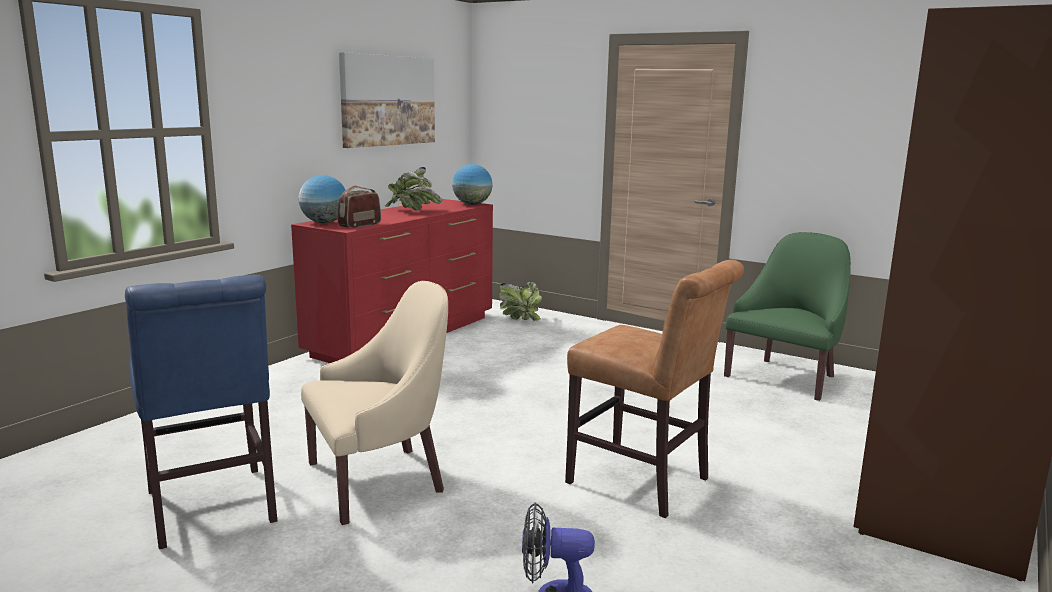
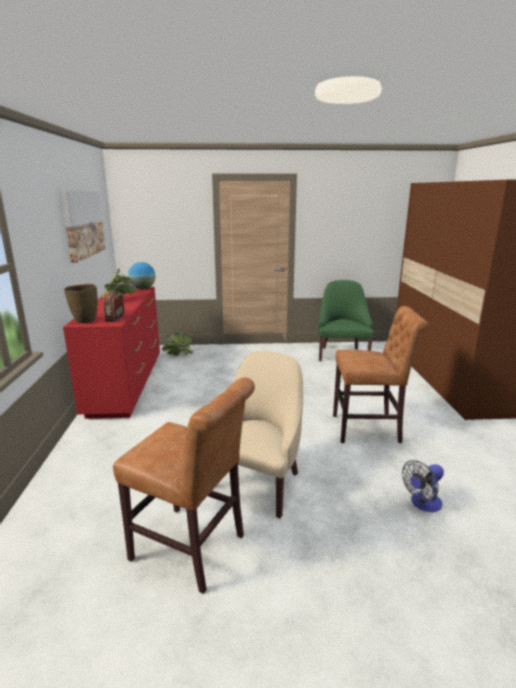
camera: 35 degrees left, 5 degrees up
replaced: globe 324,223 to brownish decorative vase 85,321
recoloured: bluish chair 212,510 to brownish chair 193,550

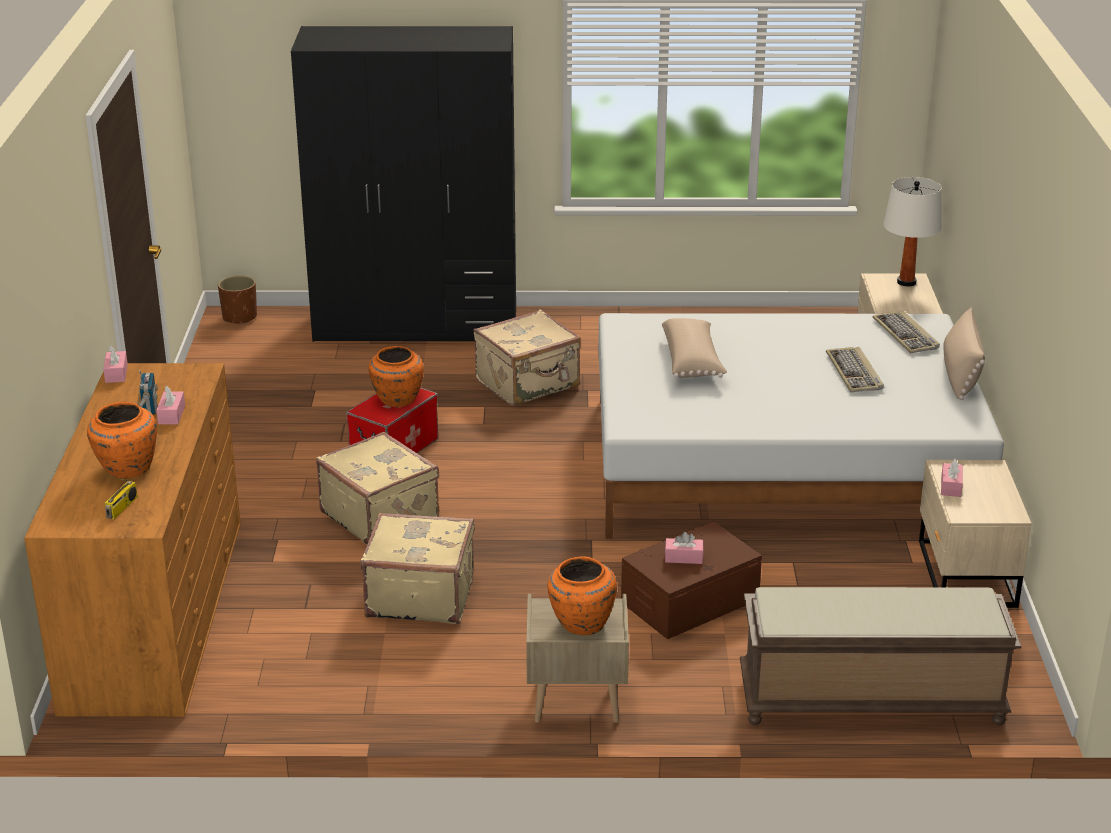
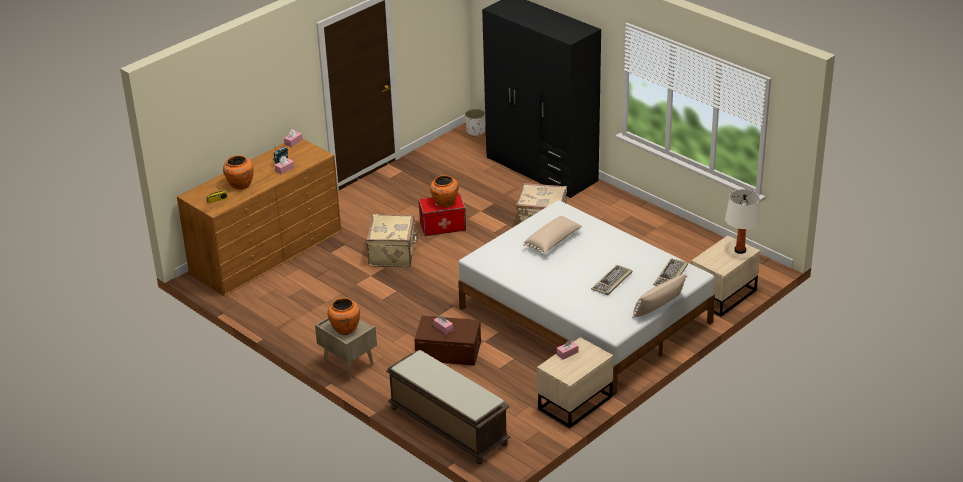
camera: 45 degrees right, 5 degrees up
removed: beige-coloured suitcase 420,596
recoloured: brownish plant pot 240,318 to white plant pot 475,132

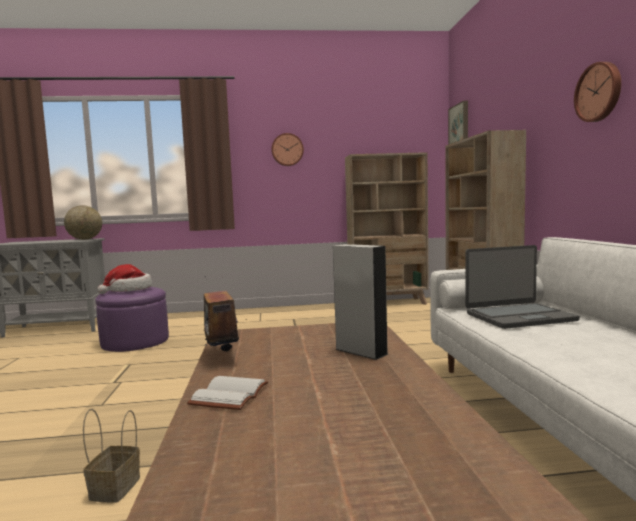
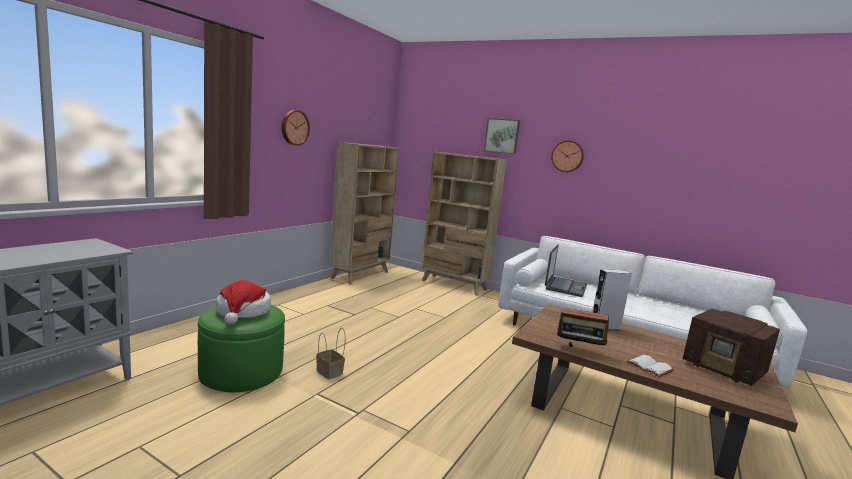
camera: 55 degrees left, 5 degrees up
removed: globe 85,239
added: radio set 725,370
moved: basket 115,489 to 330,372; wall picture 459,123 to 502,136
recoloured: purple pouffe 135,341 to greenish pouffe 241,372

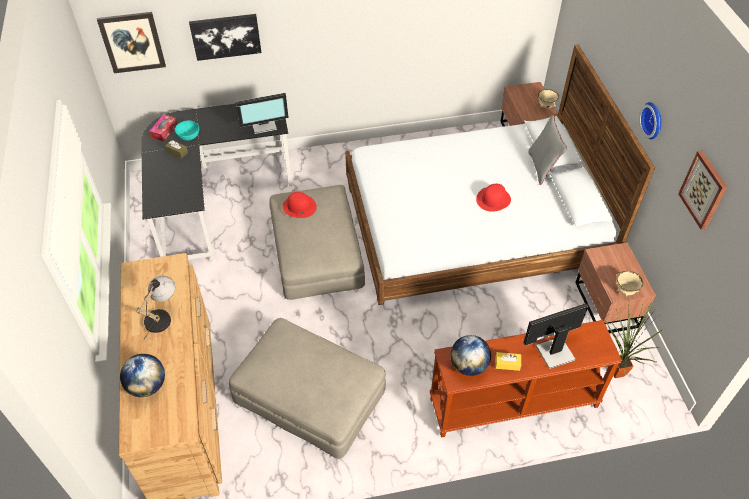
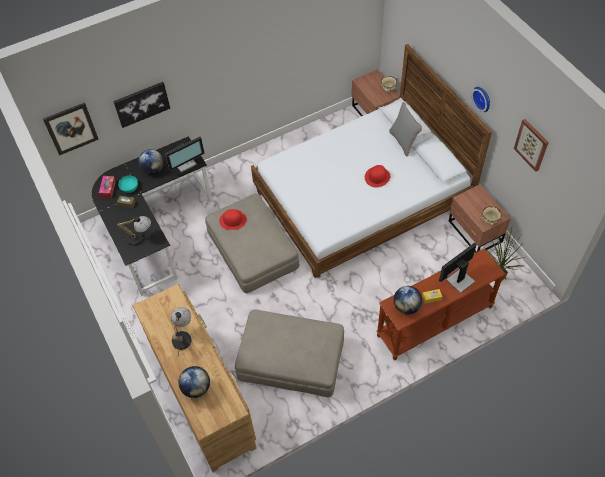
camera: 15 degrees left, 5 degrees up
added: lamp for a table 140,237; globe 153,169

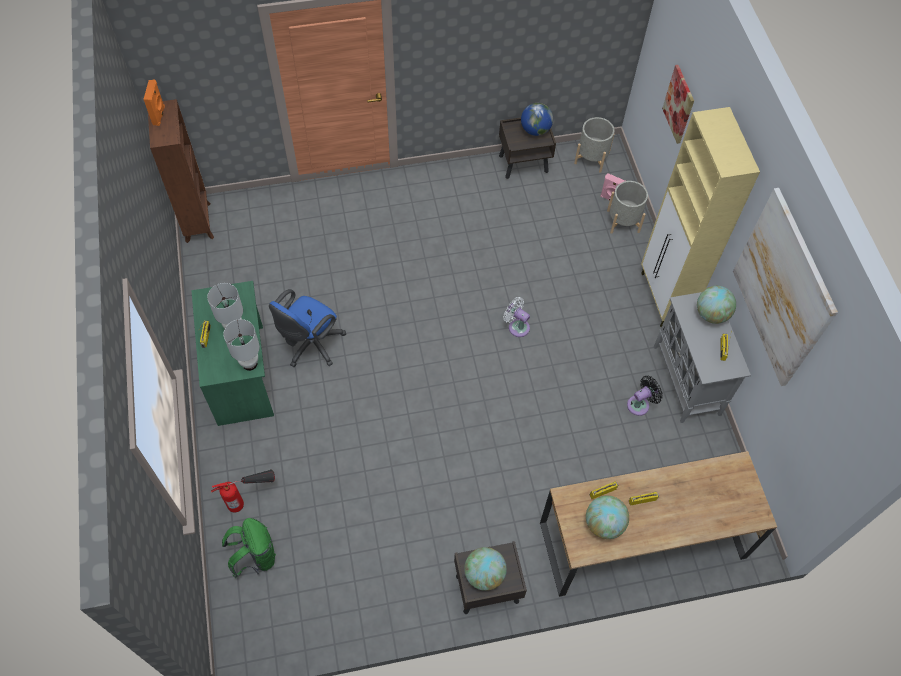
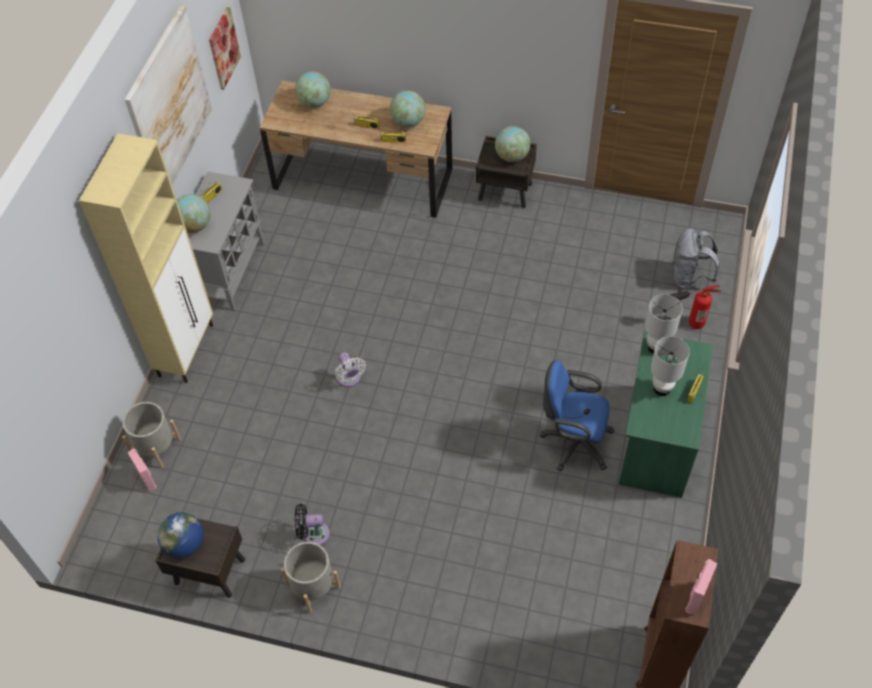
camera: 150 degrees left, 5 degrees down
added: globe 314,102
moved: wall picture 679,104 to 223,48; gray plant pot 592,158 to 313,586; black-coloured cooling fan 640,404 to 313,534
recoloured: greenish rucksack 255,556 to gray rucksack 689,277; orange-coloured loudspeaker 159,115 to pinkish loudspeaker 695,597
turned: bluish computer chair 310,345 = 573,442 135 degrees counterclockwise

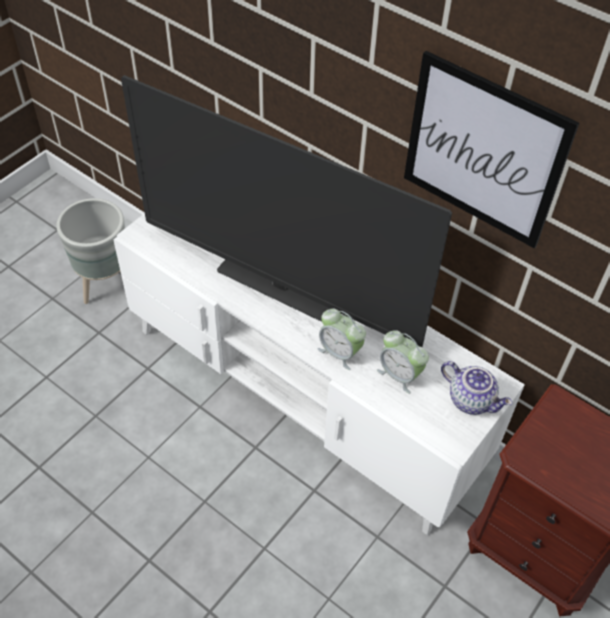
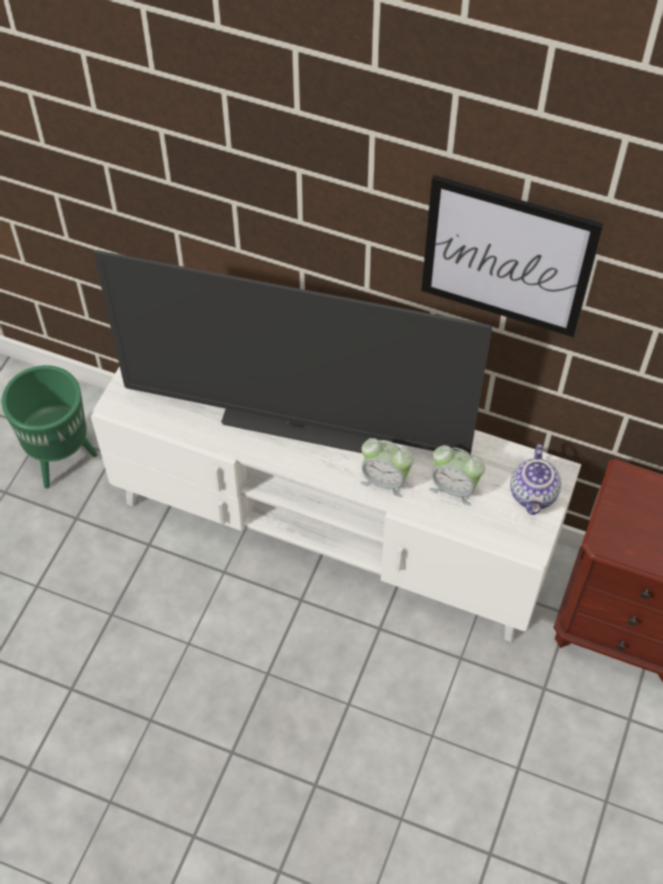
camera: 15 degrees left, 5 degrees up
recoloured: gray plant pot 106,284 to greenish plant pot 62,459
turned: pot for tea 472,399 = 534,494 75 degrees clockwise

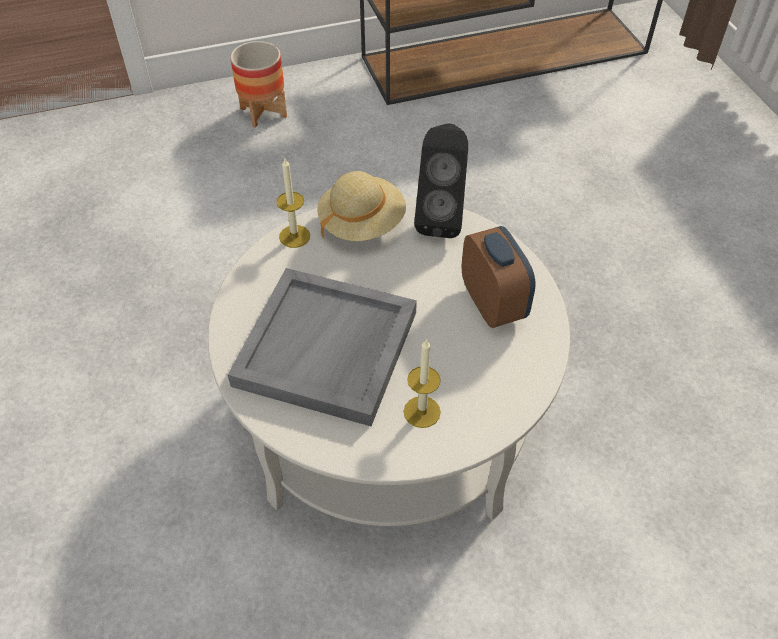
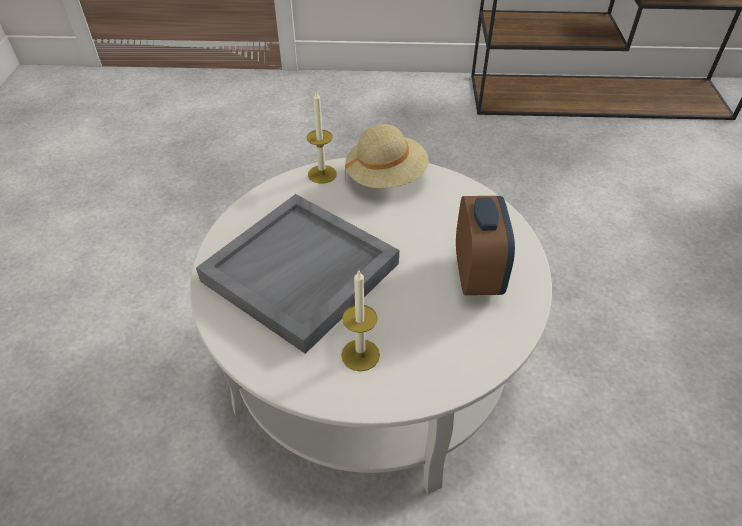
camera: 20 degrees right, 5 degrees down
removed: plant pot 263,112; black-coloured loudspeaker 440,218

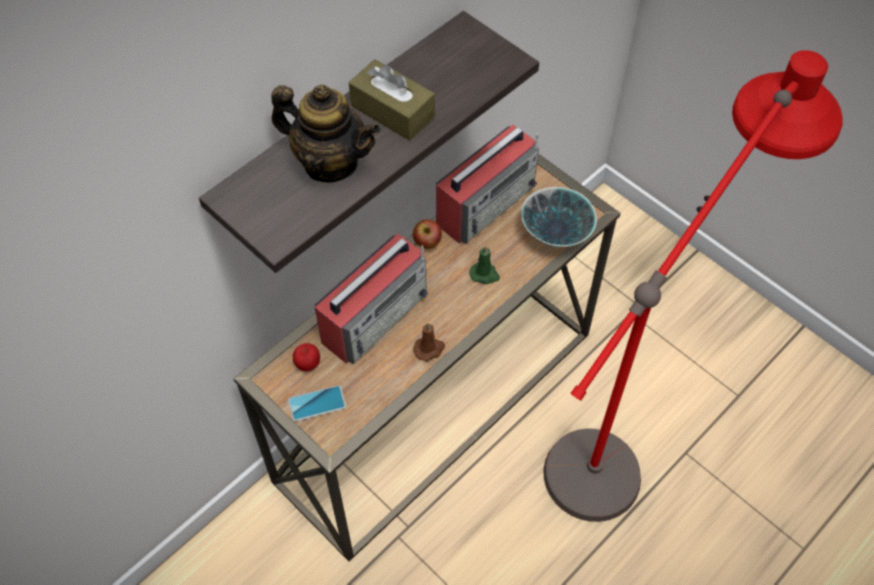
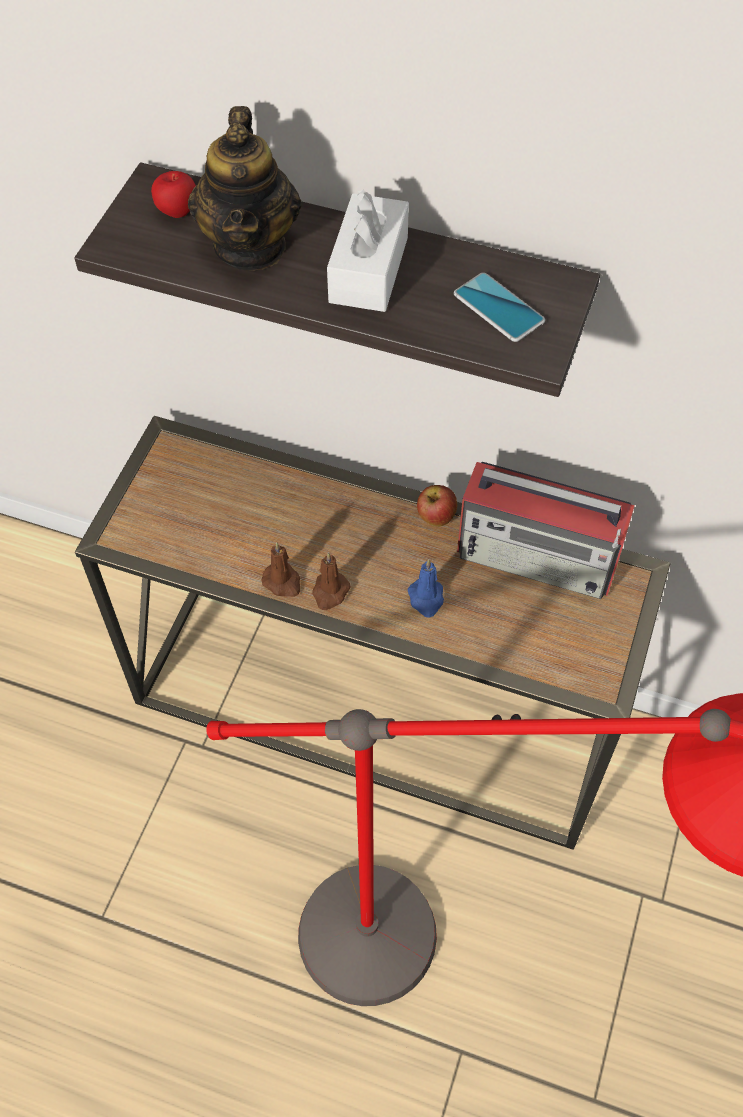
camera: 65 degrees right, 0 degrees up
removed: radio set 376,316; deep dish 555,235
added: brownish candle 330,592
moved: whole apple 308,364 to 177,212; handset 317,403 to 498,308
recoloured: brownish tissue box 392,111 to white tissue box 368,270; greenish candle 485,274 to bluish candle 426,599

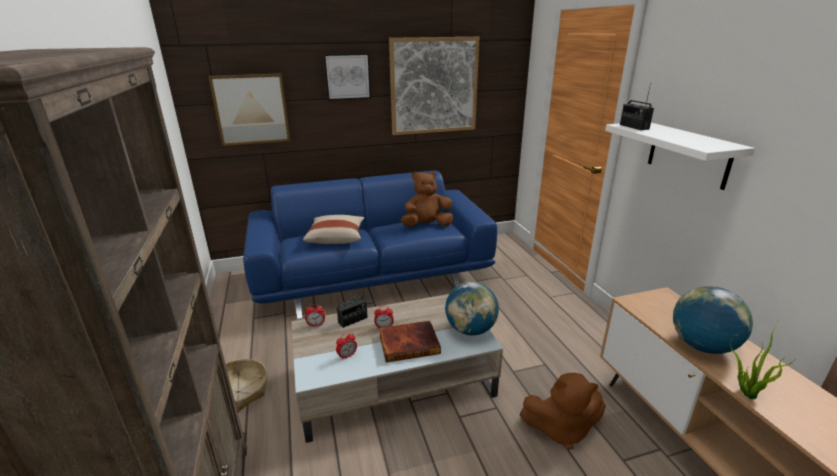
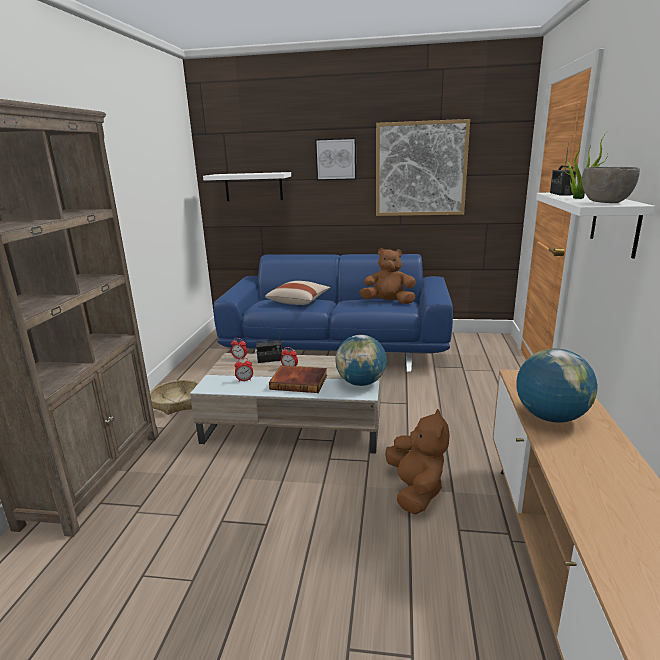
camera: 25 degrees right, 5 degrees down
added: gray deep dish 605,202
moved: potted plant 747,392 to 578,198
replaced: wall picture 251,109 to white shelf 253,187
turned: brownish cuddly toy 560,429 = 415,491 120 degrees counterclockwise

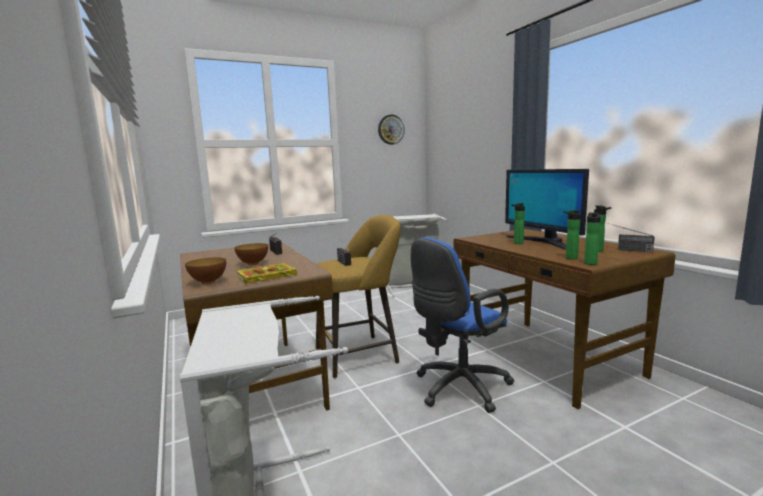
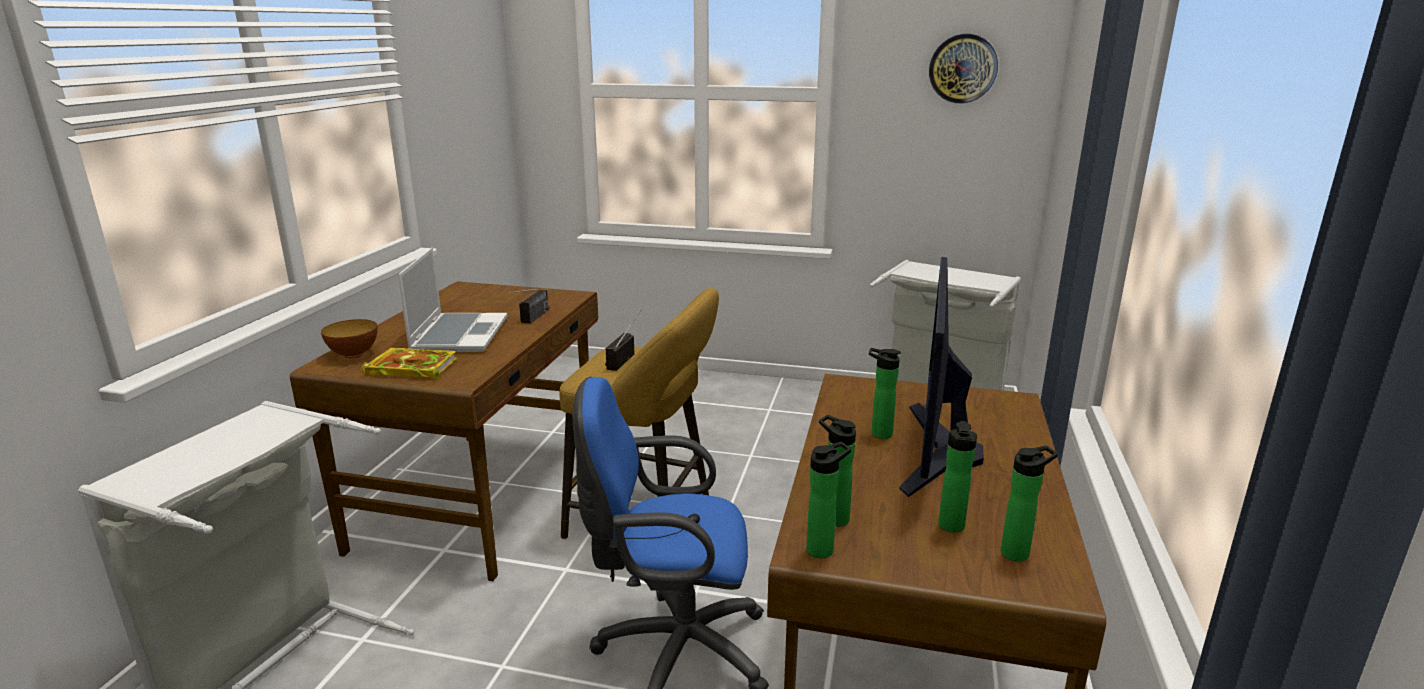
camera: 40 degrees right, 10 degrees up
replaced: deep dish 253,264 to notebook computer 459,334; radio set 625,250 to beverage bottle 1018,553

